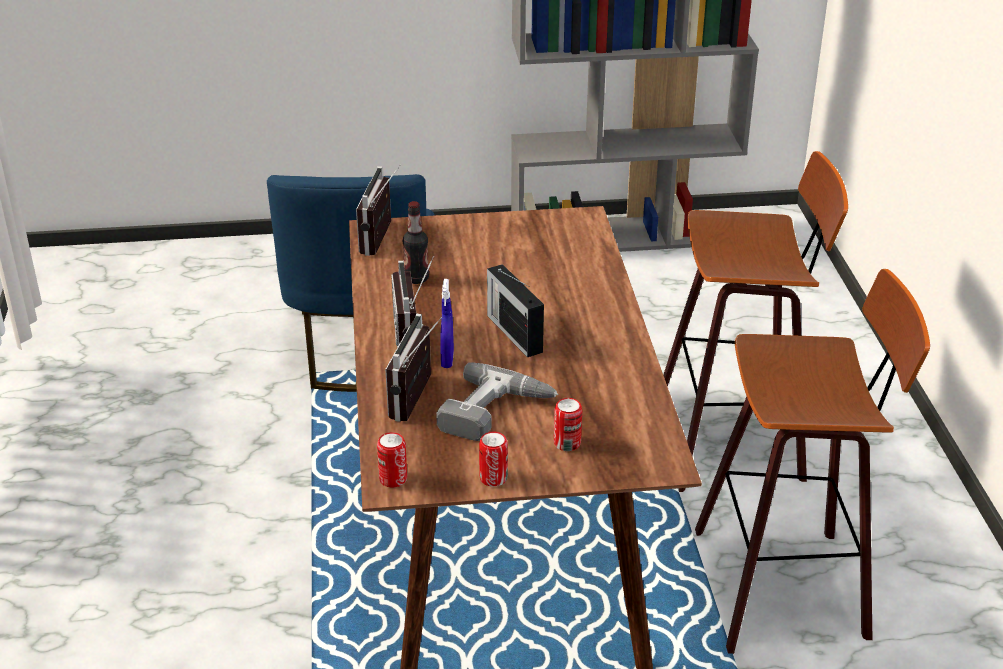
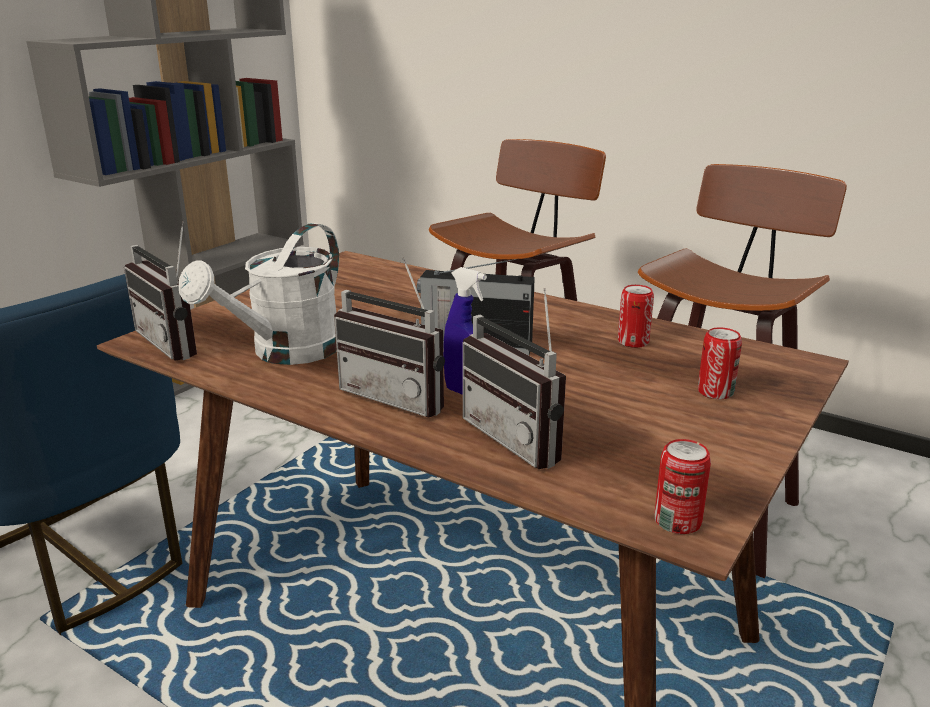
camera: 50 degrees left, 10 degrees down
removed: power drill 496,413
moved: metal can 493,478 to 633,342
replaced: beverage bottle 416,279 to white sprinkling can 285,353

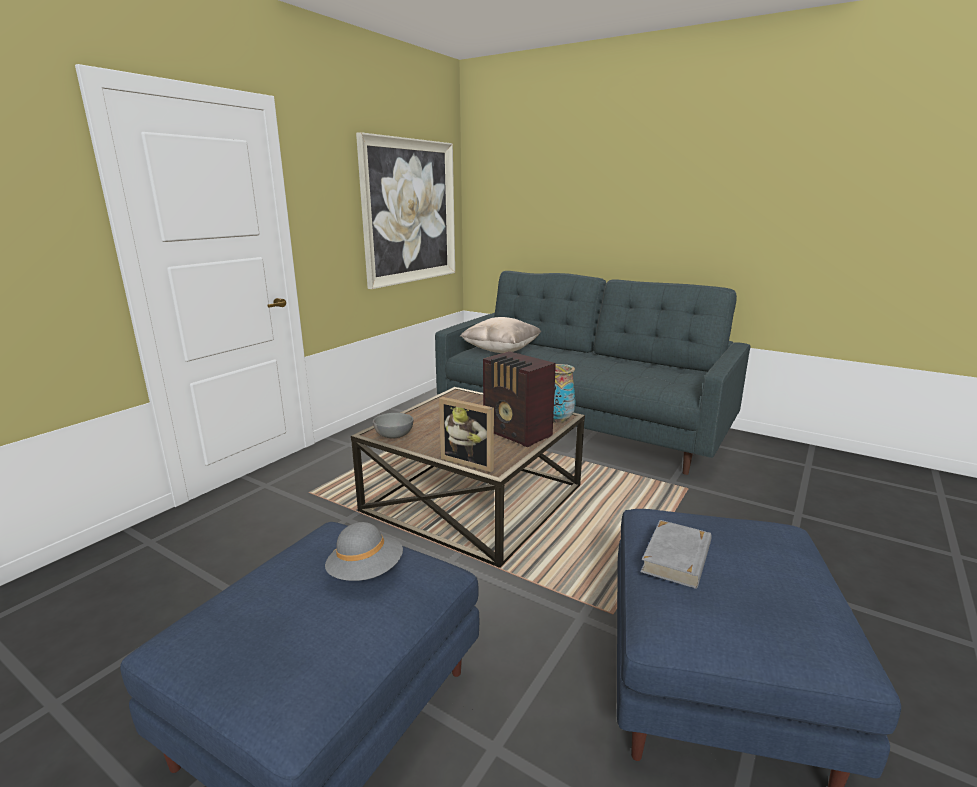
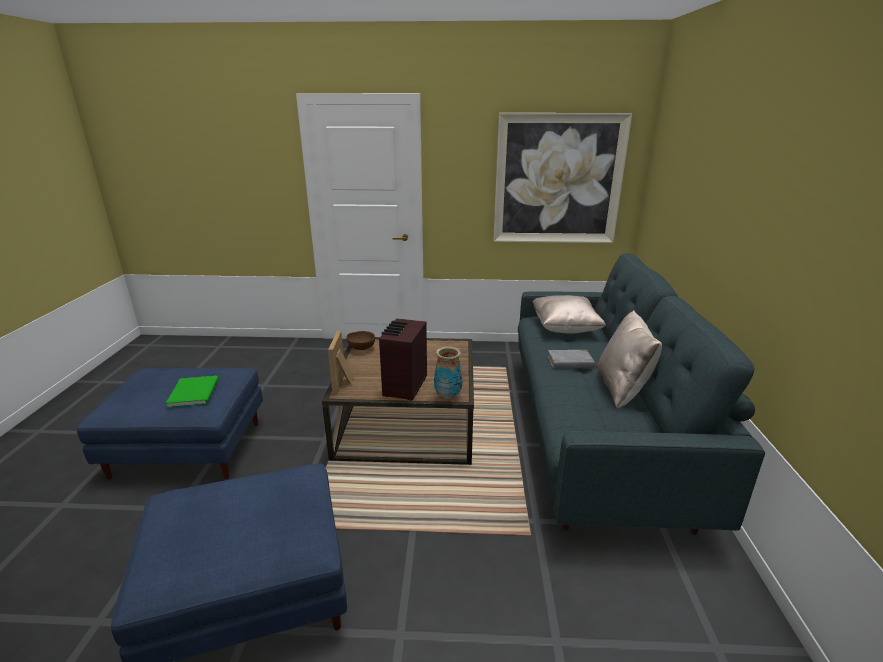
camera: 60 degrees right, 5 degrees up
added: beige-coloured pillow 622,389
moved: gray book 677,558 to 570,362
replaced: gray wearable hat 366,572 to greenish book 195,391
recoloured: gray deep dish 392,436 to brownish deep dish 361,348

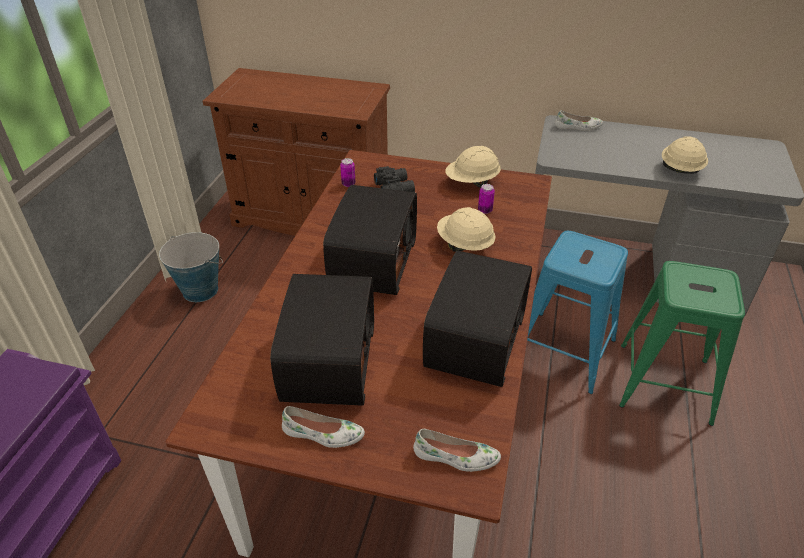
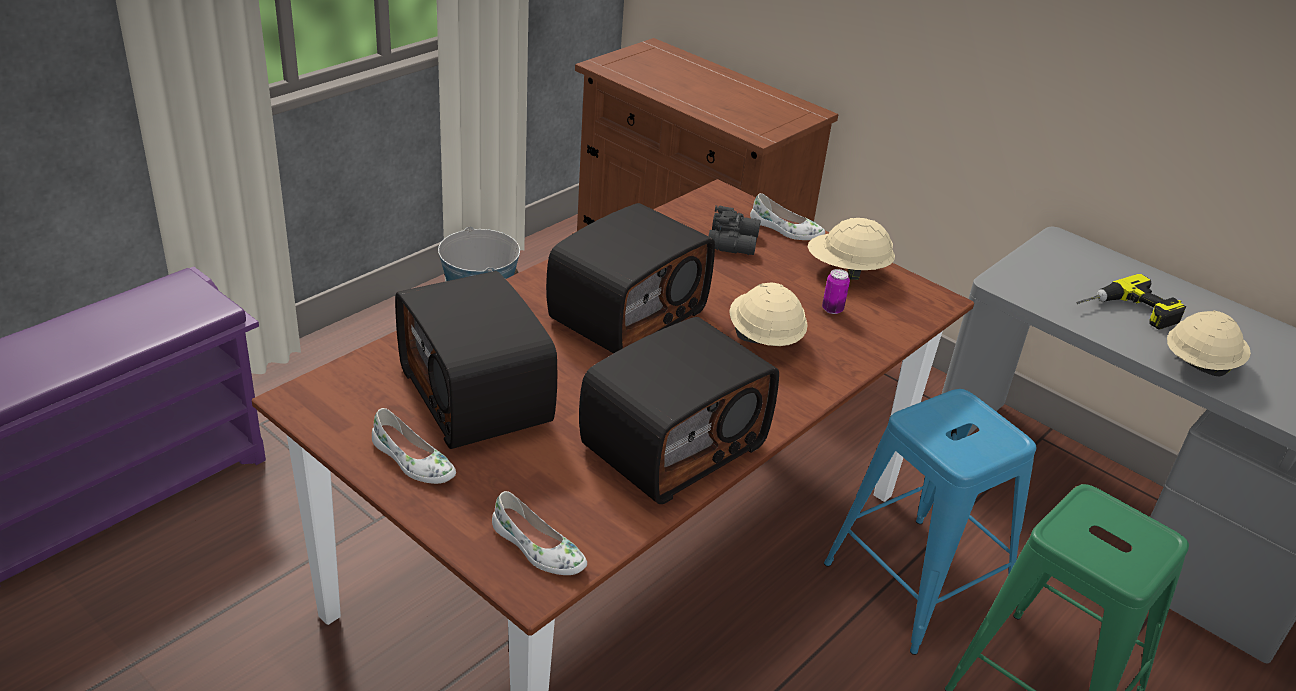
camera: 25 degrees right, 5 degrees down
removed: metal can 348,184
added: power drill 1128,313
moved: white low shoe 578,127 to 785,230
turned: radio set 327,362 = 479,395 120 degrees clockwise

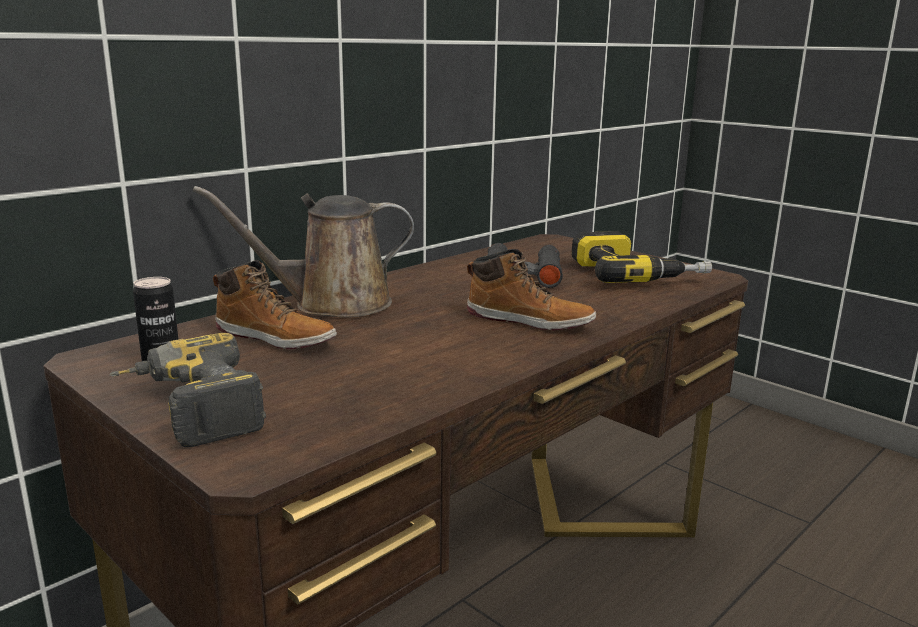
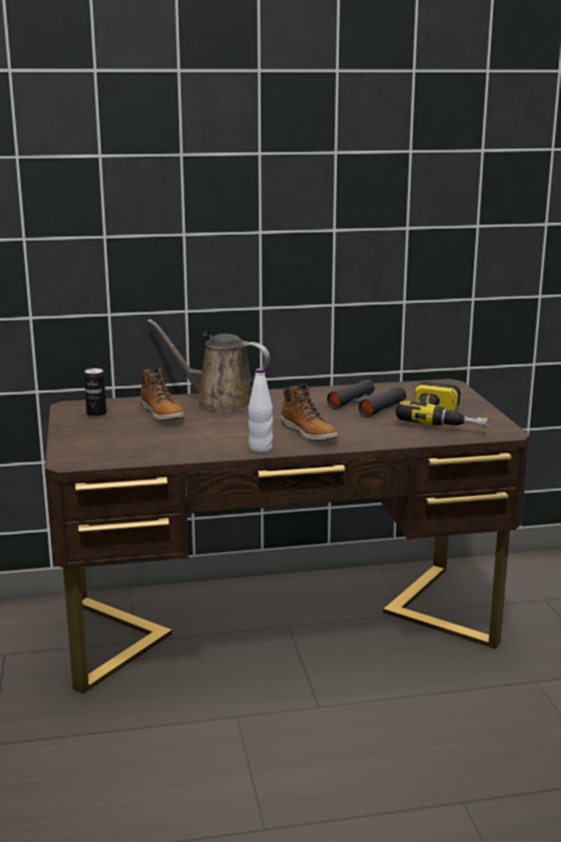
camera: 35 degrees right, 0 degrees up
removed: power drill 188,410
added: white beverage bottle 260,449

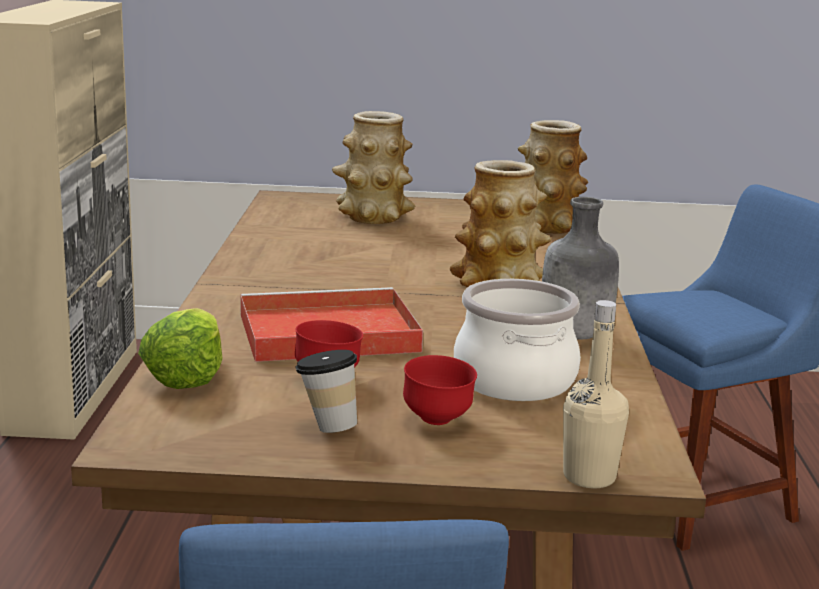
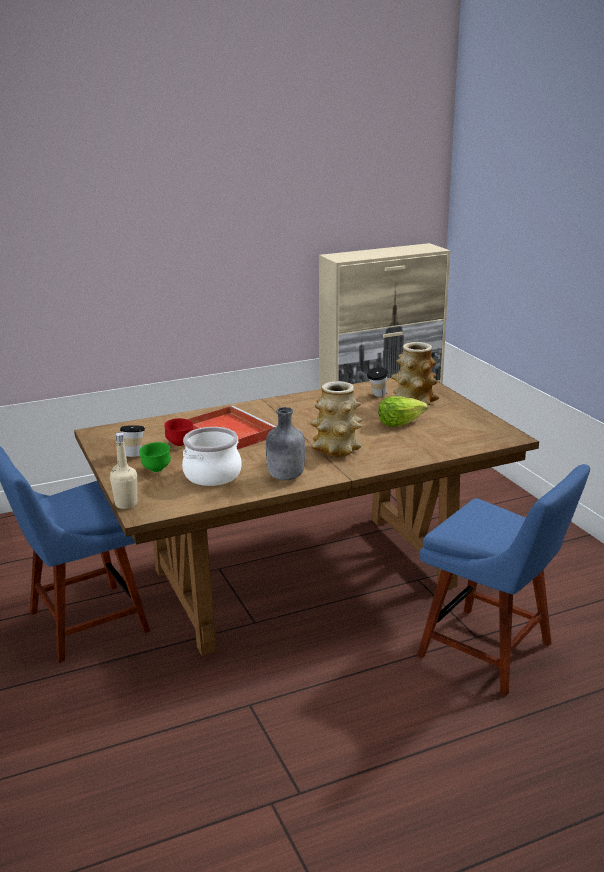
camera: 65 degrees right, 5 degrees up
removed: decorative vase 546,226
added: drinking cup 377,395
moved: lettuce head 186,375 to 399,423
recoloured: reddish deep dish 437,421 to greenish deep dish 156,470

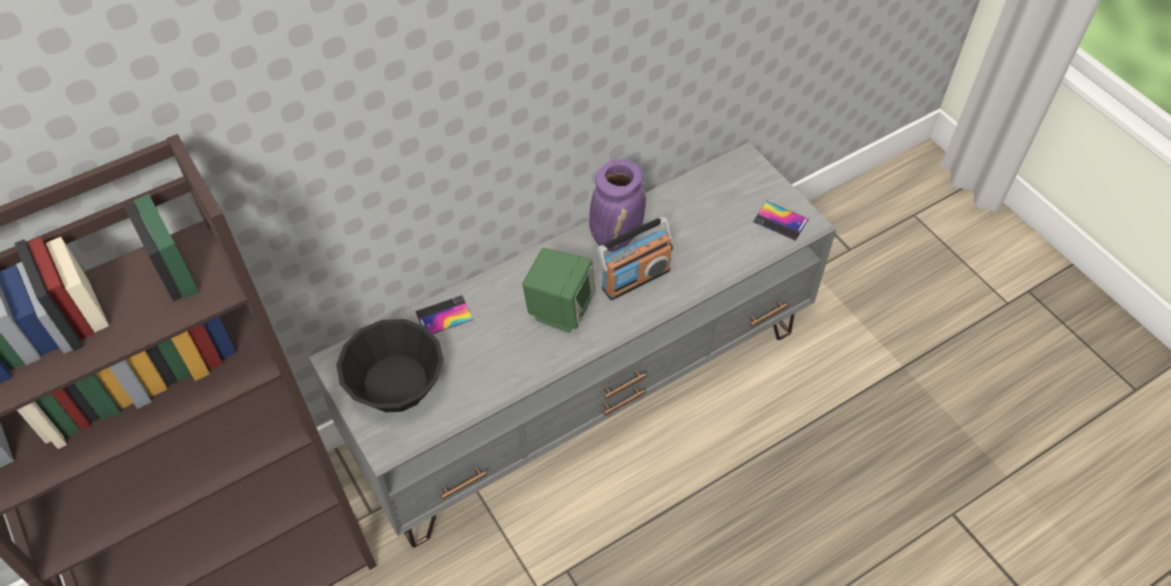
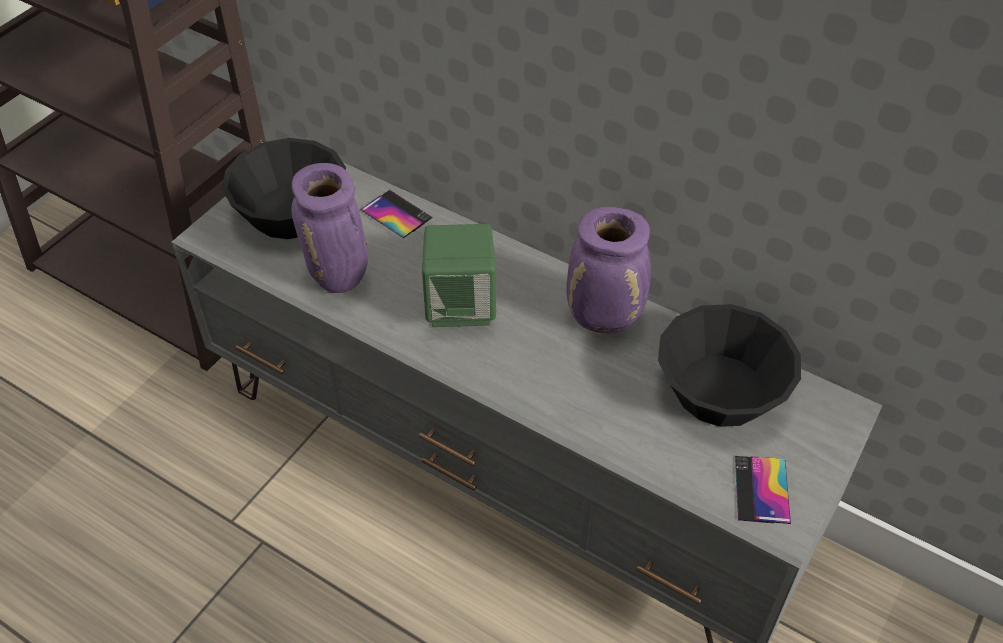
camera: 65 degrees right, 5 degrees down
removed: radio set 635,278
added: purple decorative vase 340,278; black-coloured deep dish 720,389

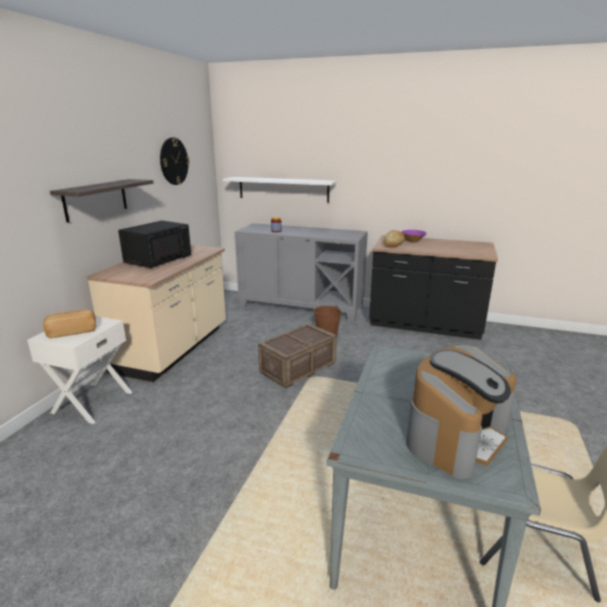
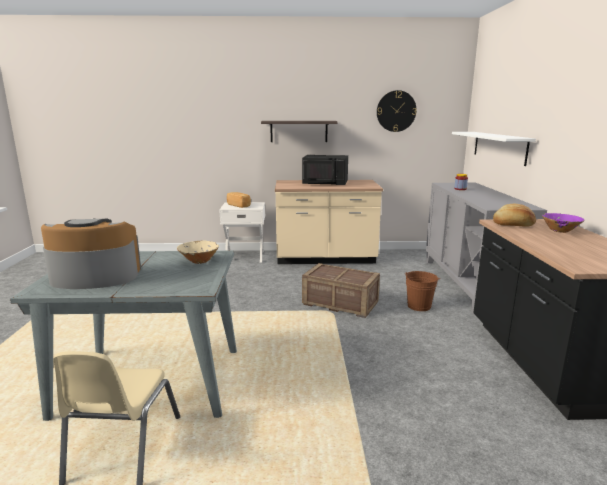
camera: 70 degrees right, 5 degrees down
added: beige-coloured deep dish 199,261
turned: coffee brewer 455,435 = 95,276 150 degrees clockwise

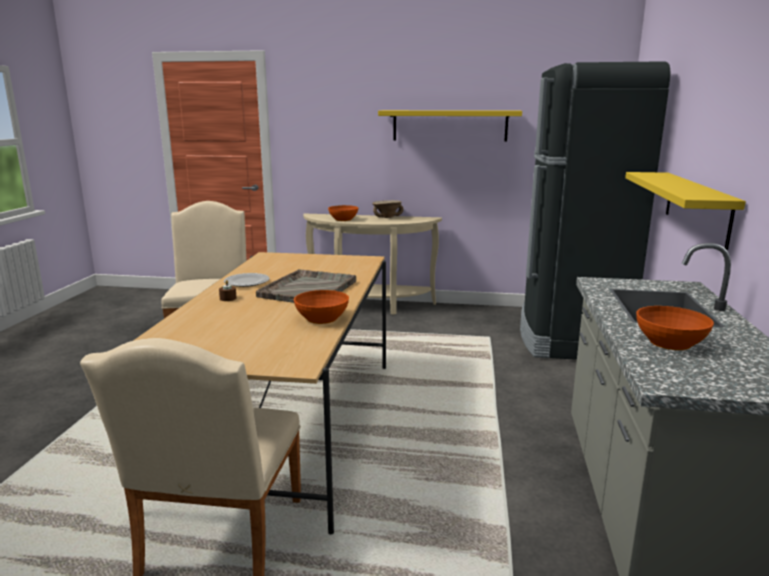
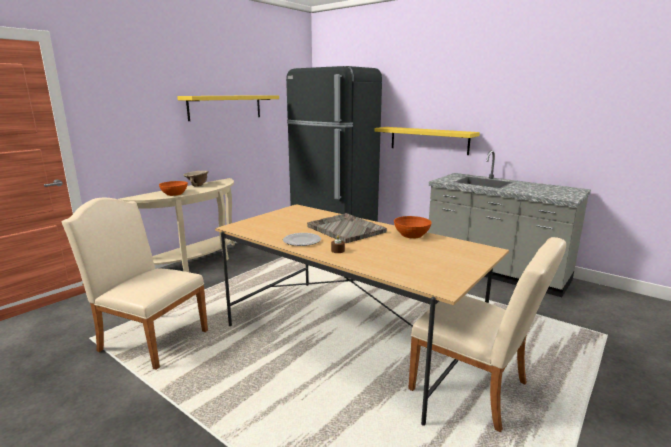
camera: 60 degrees left, 0 degrees up
removed: orange-coloured deep dish 670,342

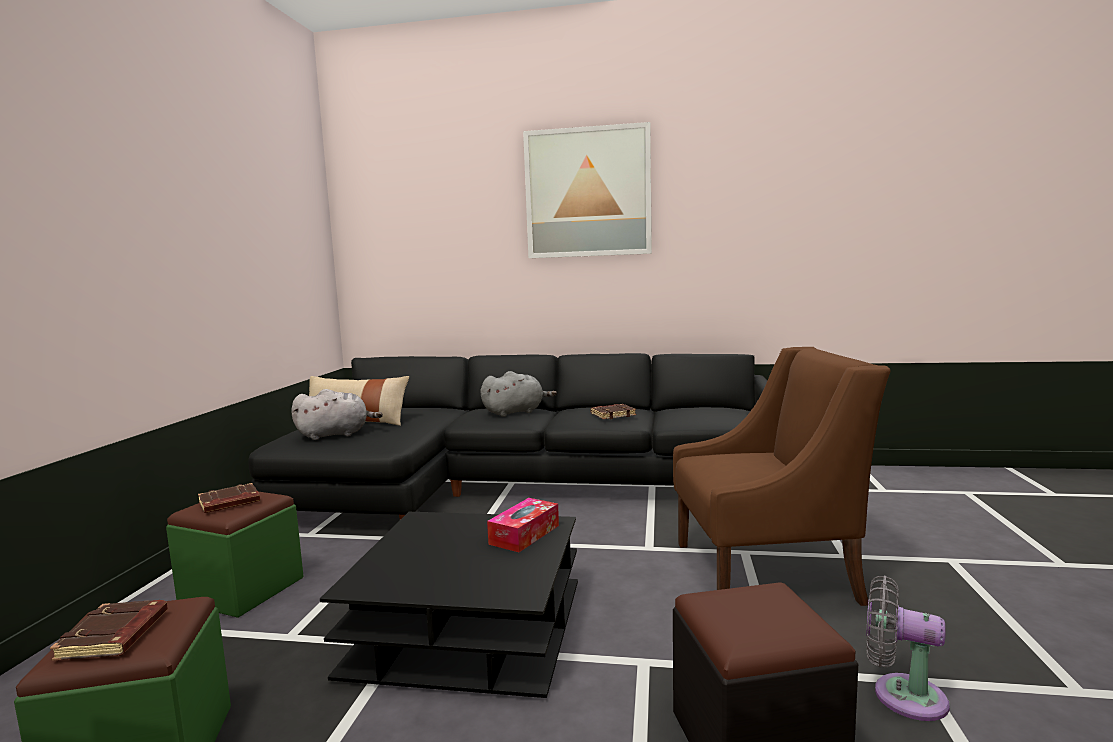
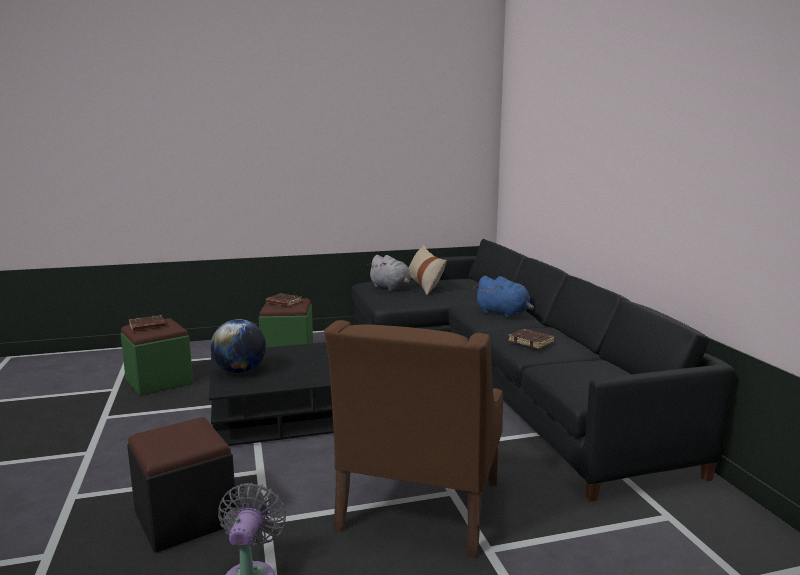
camera: 65 degrees right, 5 degrees up
removed: tissue box 524,534; wall picture 588,193
added: globe 240,371
recoloured: gray cuddly toy 515,412 to bluish cuddly toy 504,314
turned: brownish lounge chair 766,571 = 419,506 45 degrees clockwise

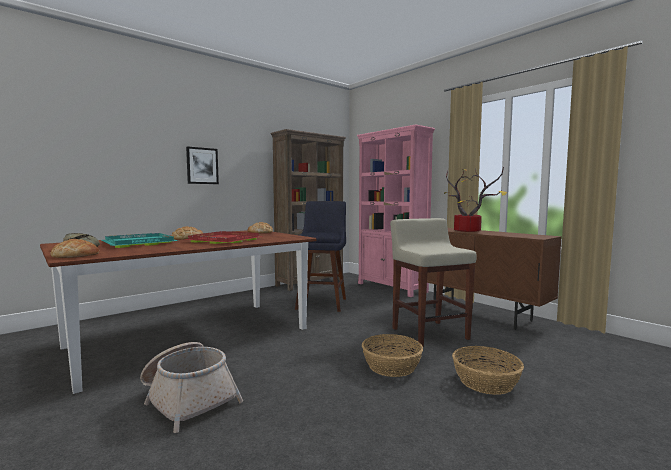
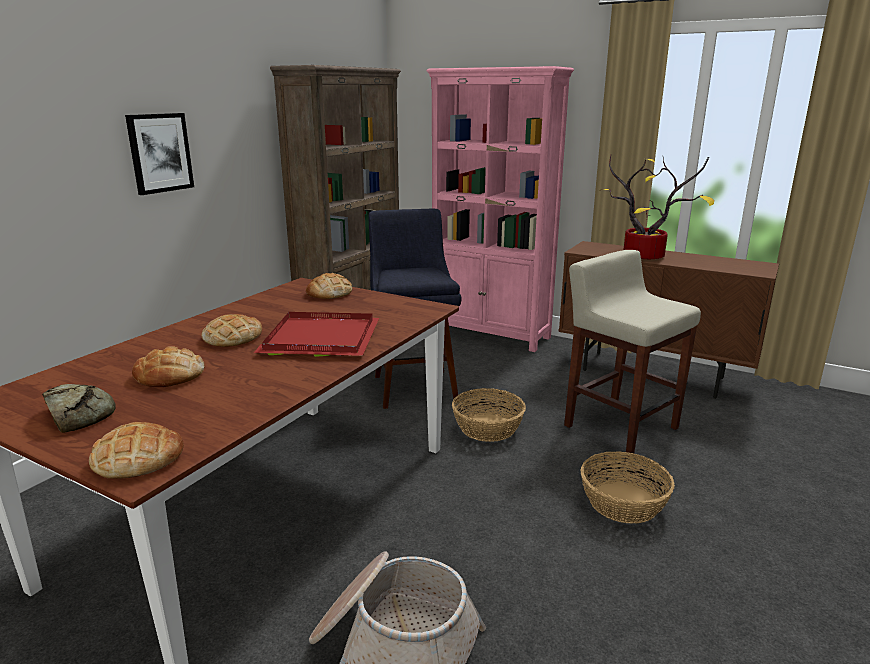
camera: 20 degrees left, 15 degrees up
moved: basket 486,382 to 488,428
replaced: turquoise-coloured tray 138,243 to bakery bread 170,375

